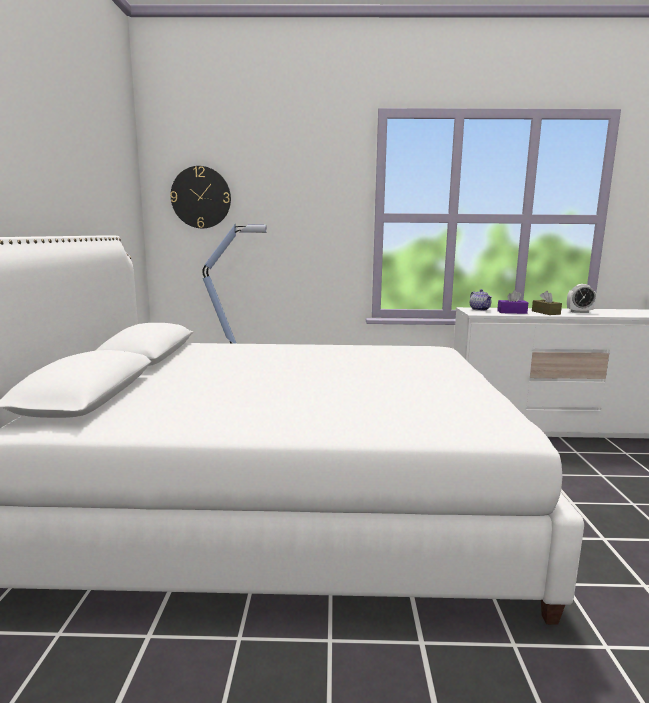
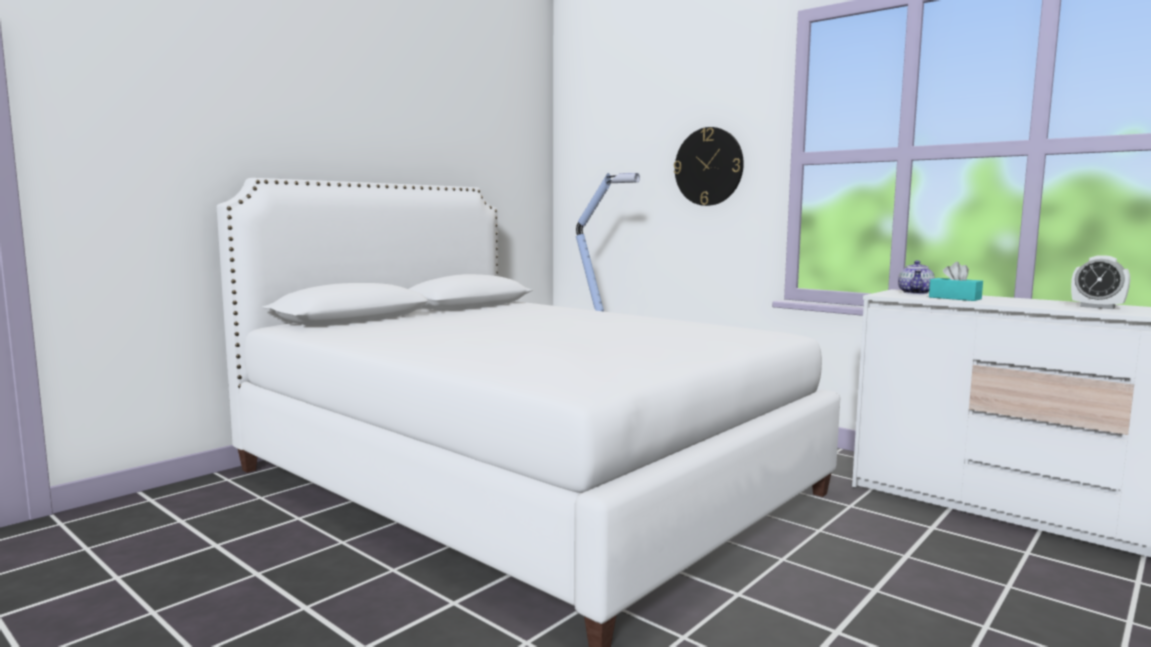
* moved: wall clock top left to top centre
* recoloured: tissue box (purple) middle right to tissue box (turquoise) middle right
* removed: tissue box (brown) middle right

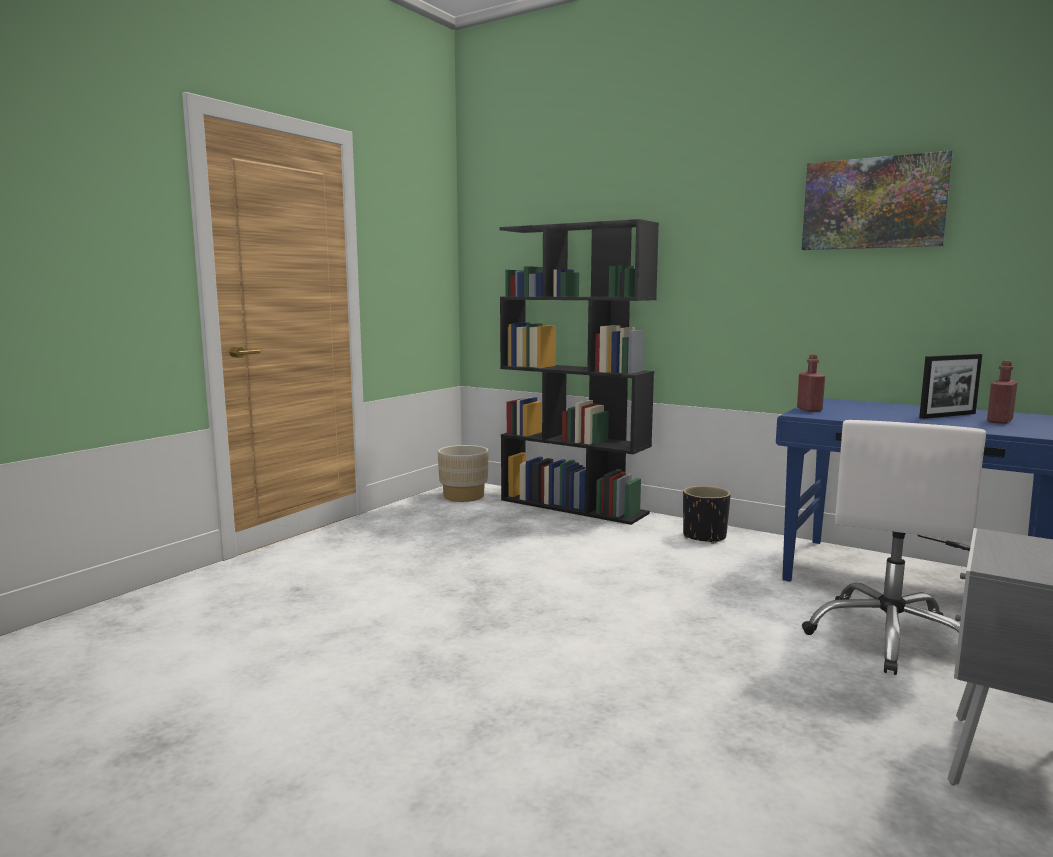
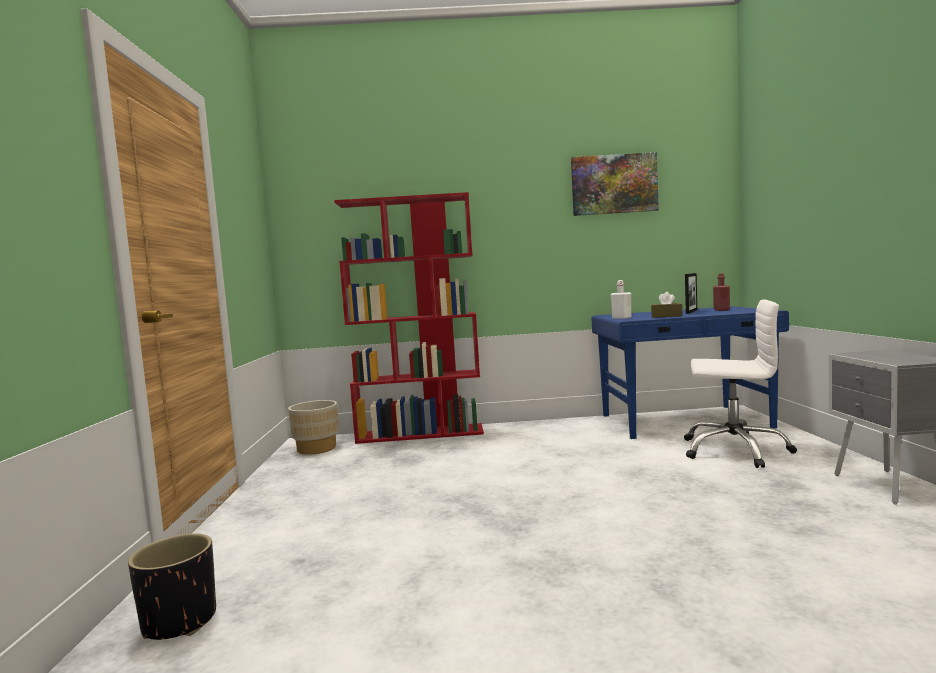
* recoloured: bookcase (black) centre to bookcase (red) centre
* recoloured: bottle (red) (1st from left) middle right to bottle (white) centre
* turned: office chair (white) middle right = middle right 60 degrees counterclockwise
* moved: planter (black) middle right to bottom left
* added: tissue box (brown) middle right

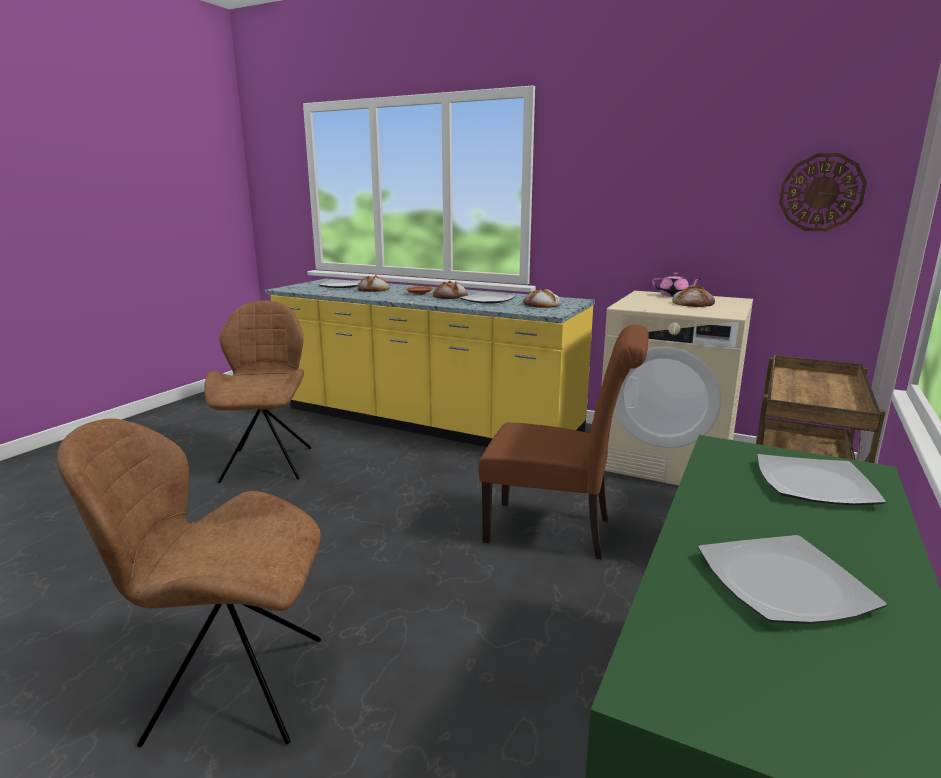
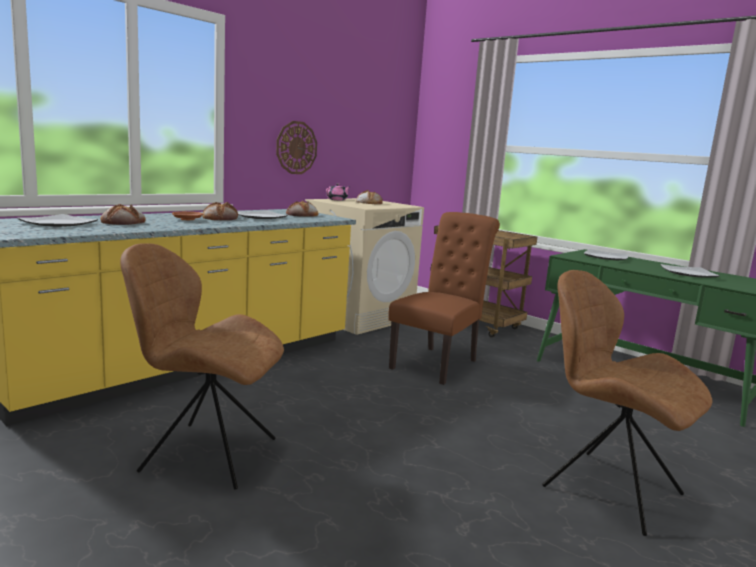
* moved: wall clock top right to top centre
* turned: chair (brown) (1st from left in the first image) bottom left = bottom right 120 degrees clockwise

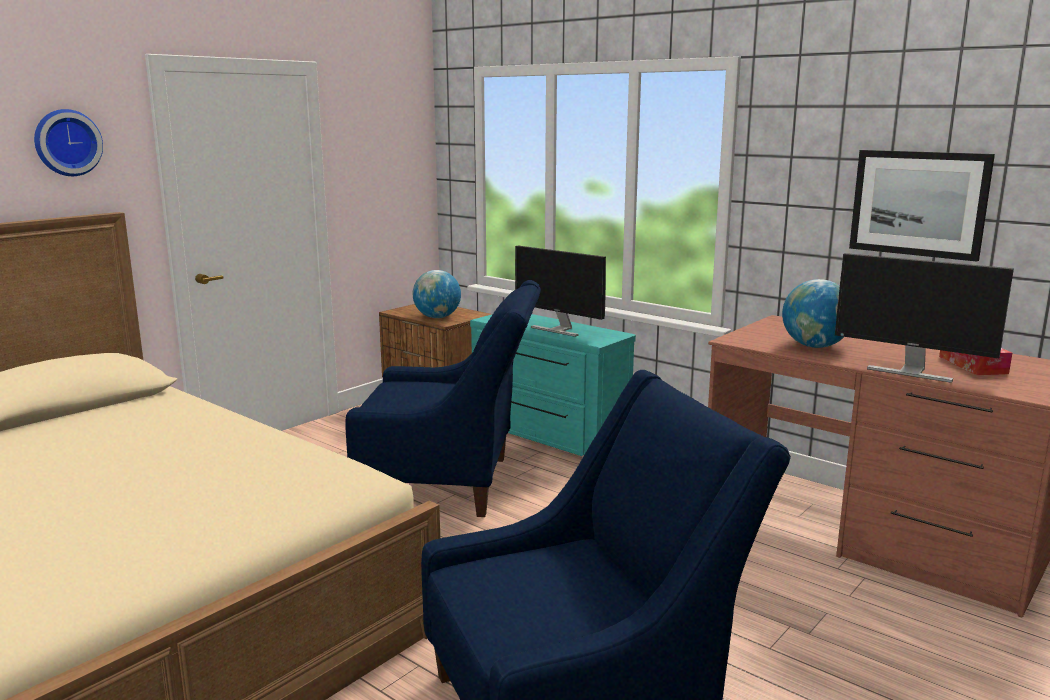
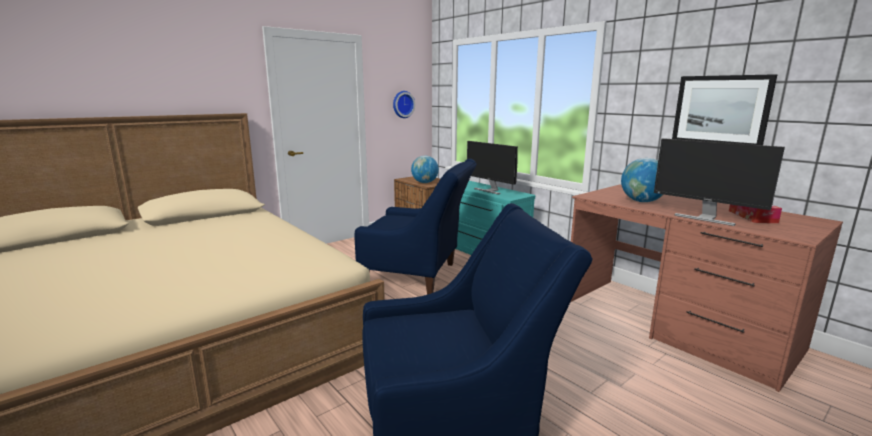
* moved: wall clock top left to top centre

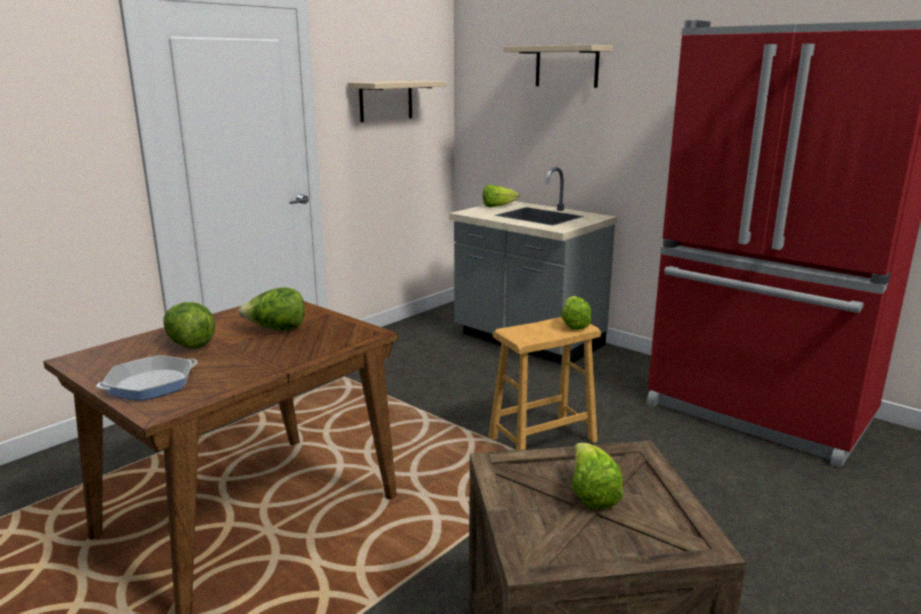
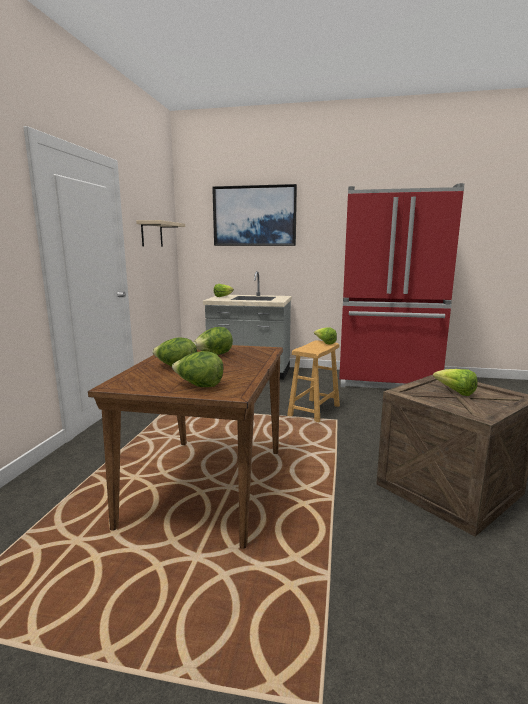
* replaced: shelf (beige) (2nd from left) top centre to picture top centre
* replaced: frying pan middle left to lettuce (2nd from left) centre

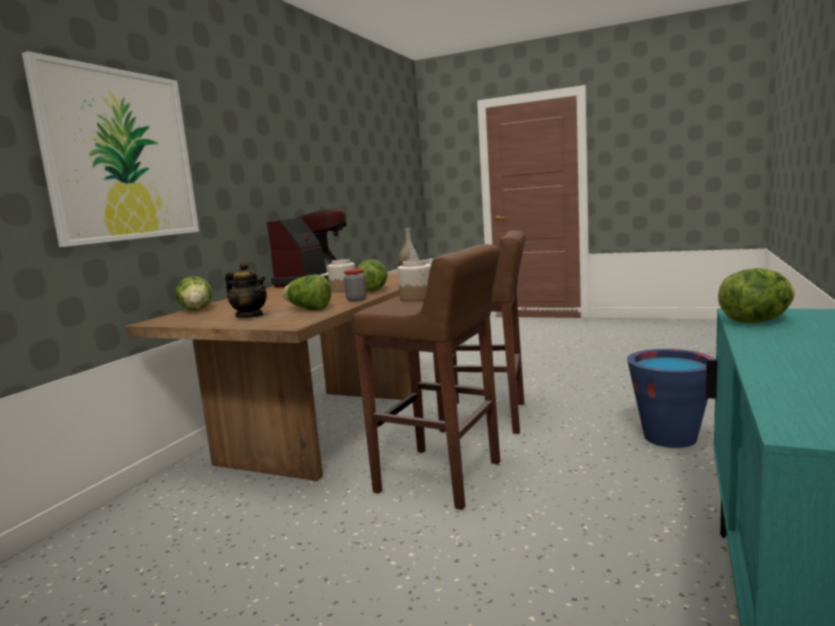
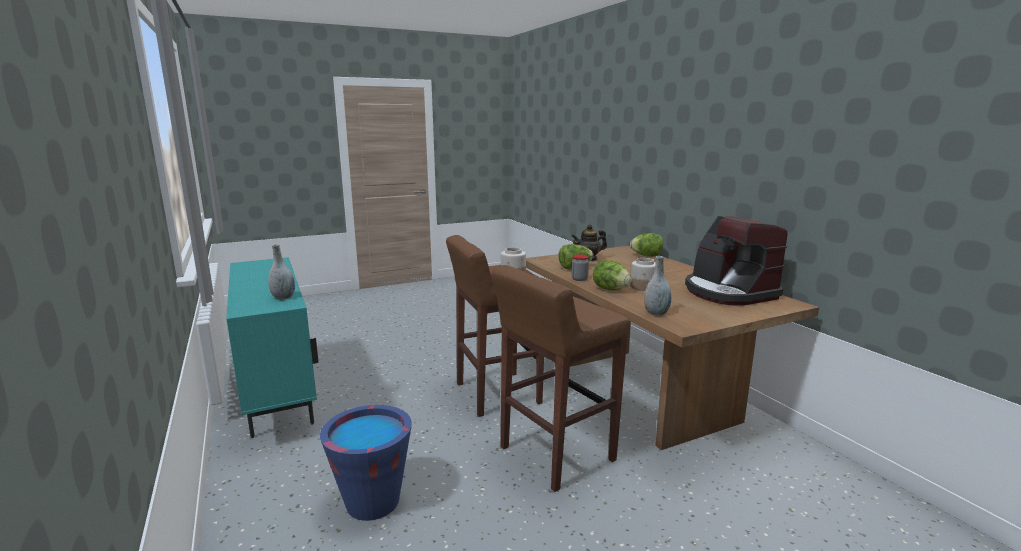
* removed: picture top left
* replaced: lettuce (4th from left) middle right to vase (grey) (1st from left) middle left

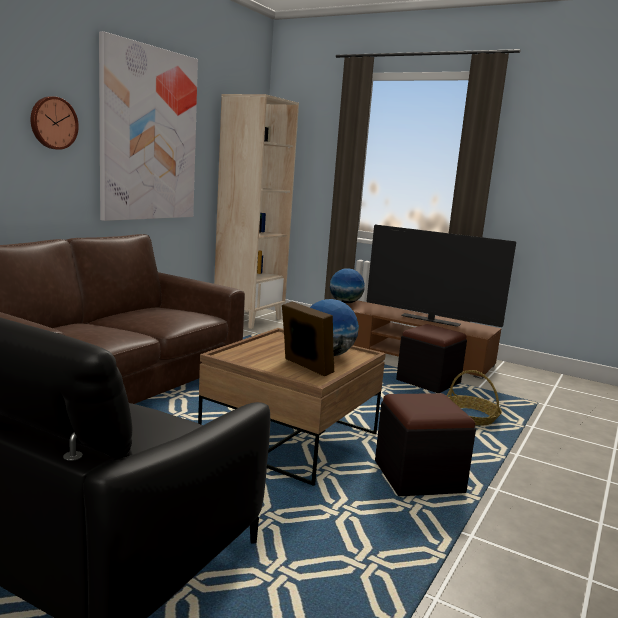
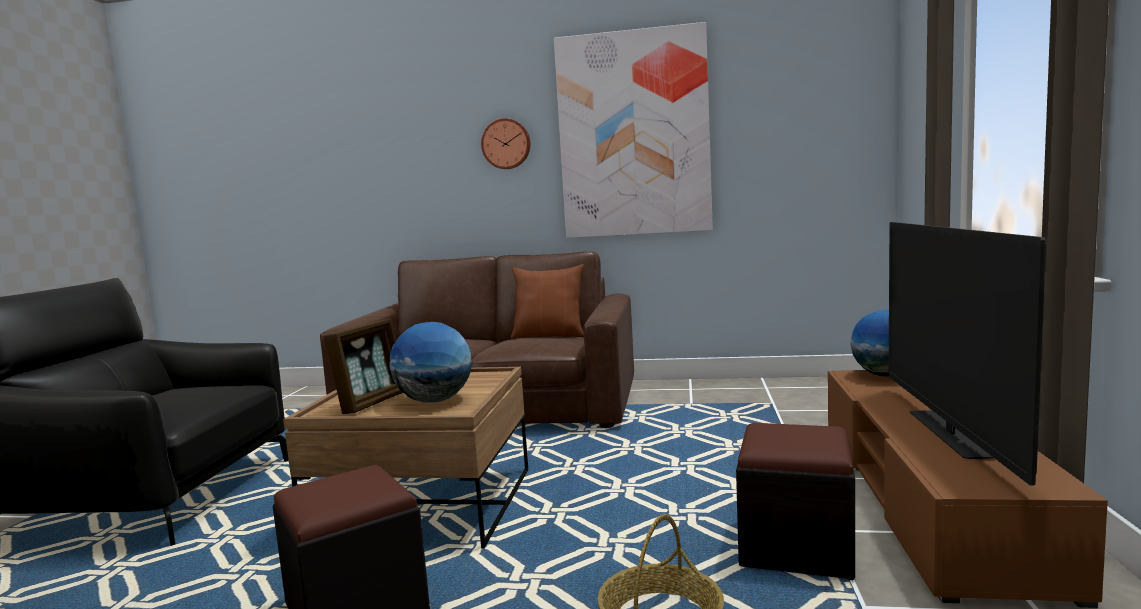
* removed: bookcase (beige) centre
* added: pillow (brown) centre

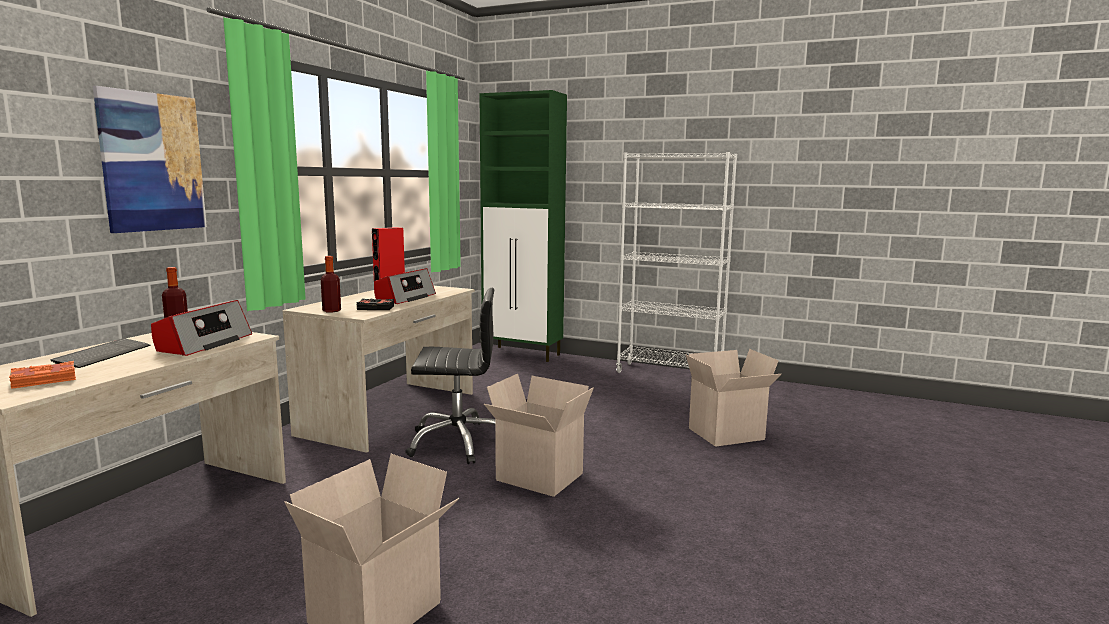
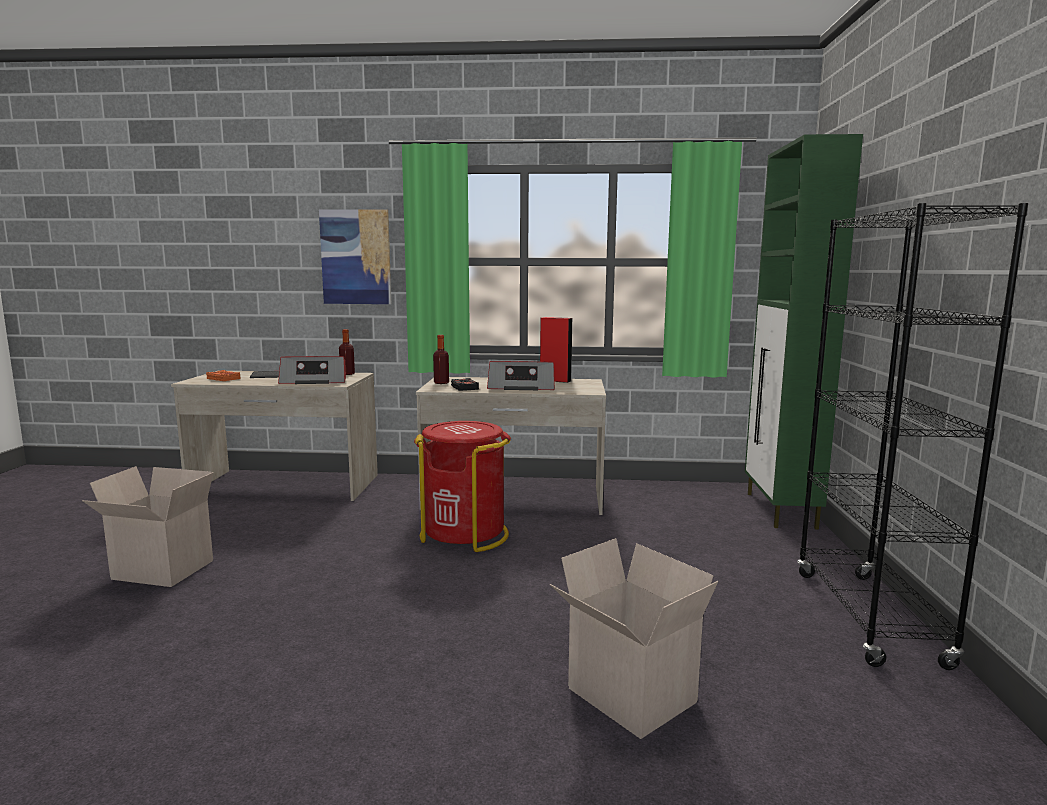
* recoloured: bookcase (white) centre to bookcase (black) middle right
* replaced: office chair (black) centre to trash can (red) centre
* removed: cardboard box (2nd from left) bottom centre

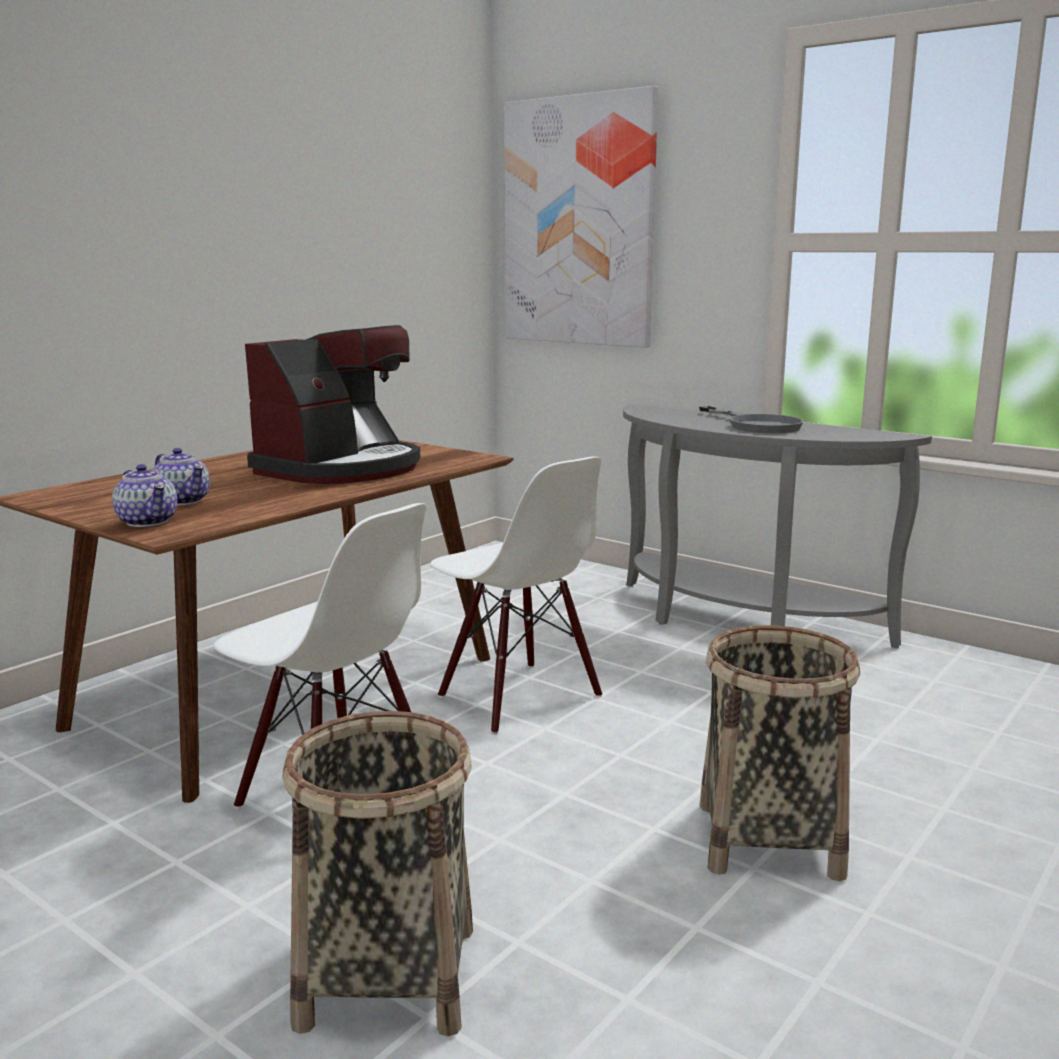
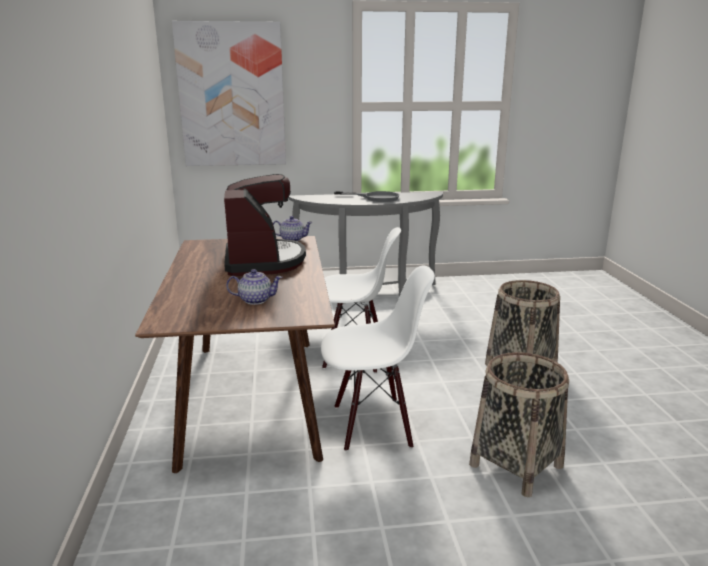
* moved: teapot (1st from left in the first image) middle left to teapot (2nd from left) centre

